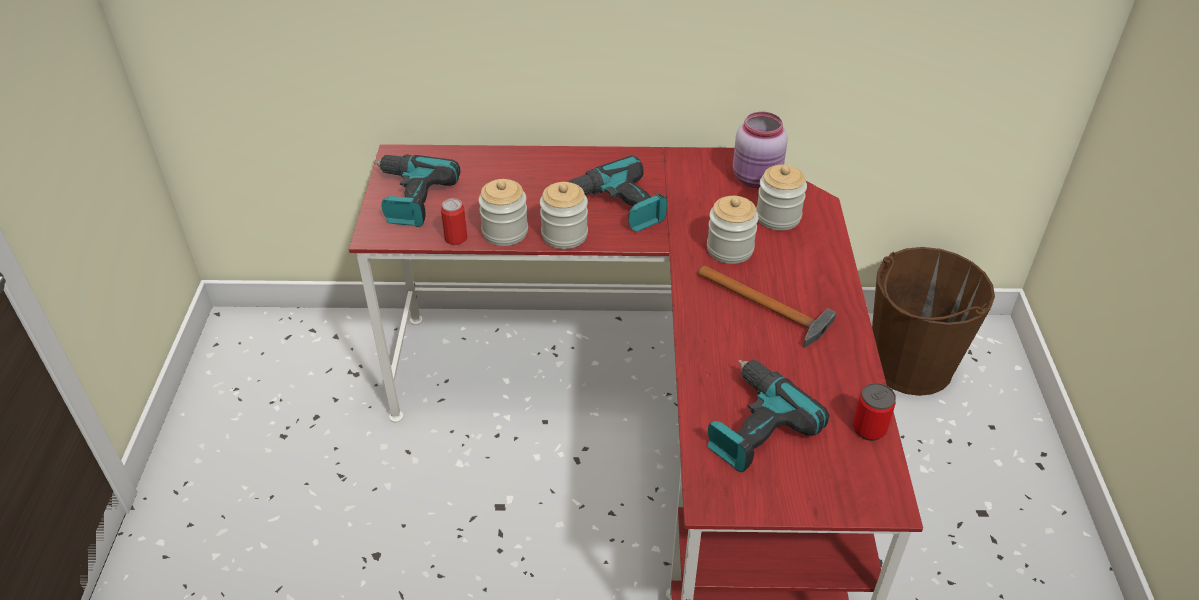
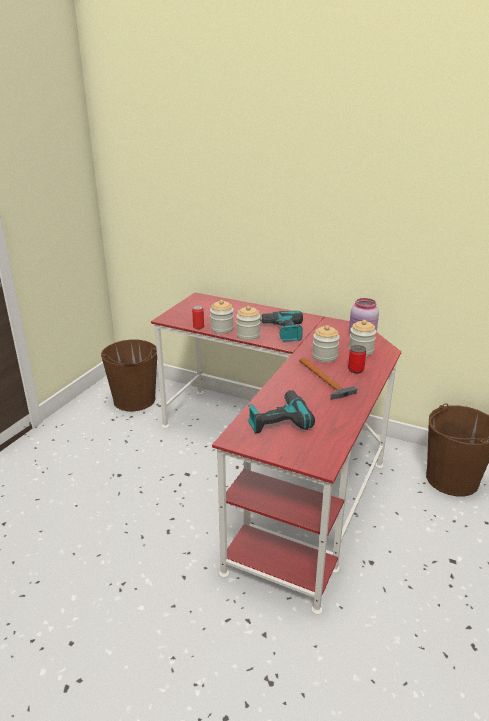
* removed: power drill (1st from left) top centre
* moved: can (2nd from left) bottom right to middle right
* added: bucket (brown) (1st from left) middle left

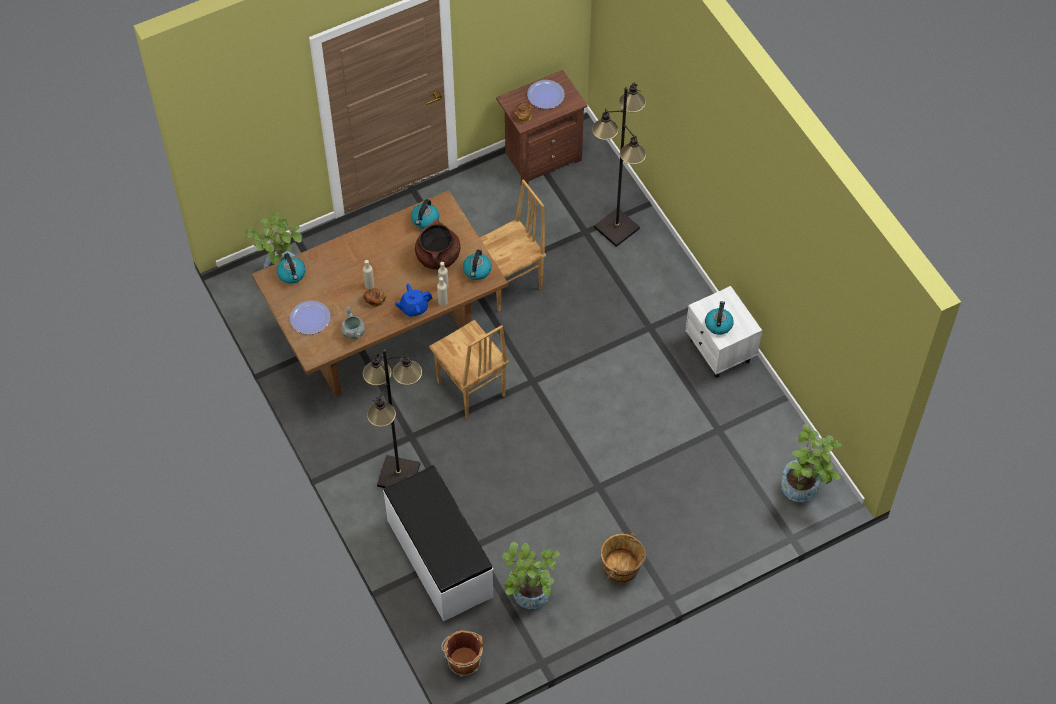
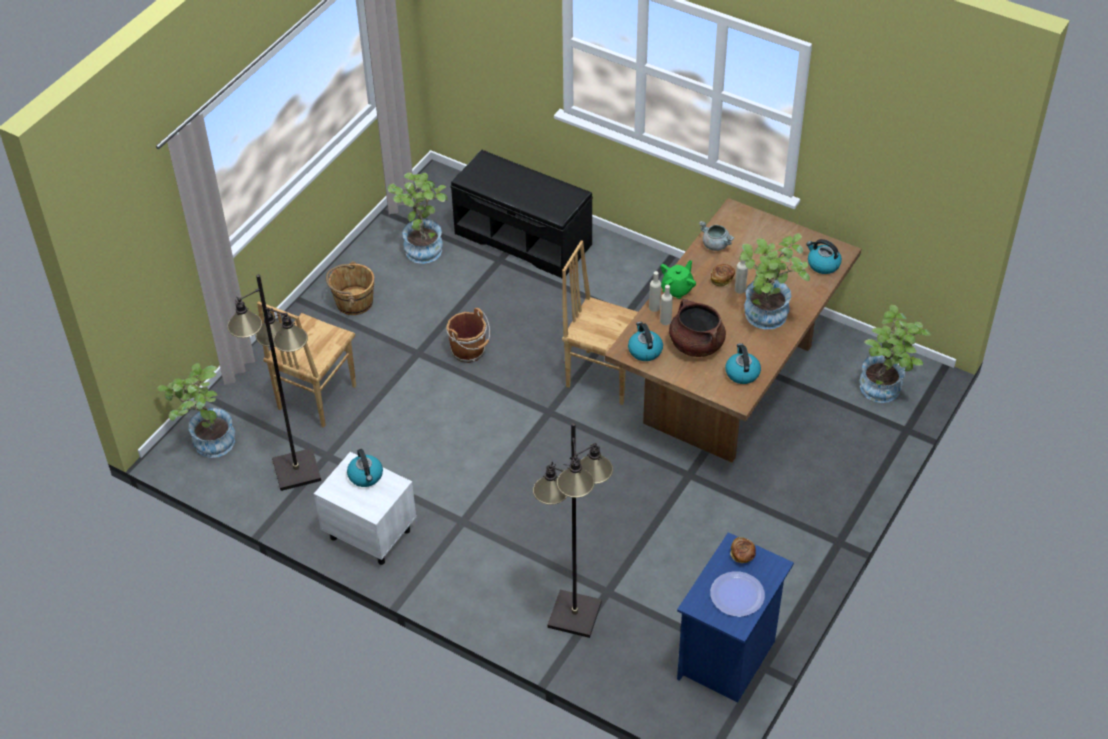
* recoloured: nightstand (brown) top centre to nightstand (blue) bottom centre
* moved: chair (brown) (2nd from left in the first image) centre to chair (brown) (1st from left) middle left
* recoloured: teapot (blue) centre to teapot (green) centre
* removed: plate (1st from left) middle left
* moved: floor lamp (black) (1st from left) centre to middle left
* recoloured: bench (white) bottom centre to bench (black) top centre
* moved: bucket (brown) (1st from left in the first image) bottom centre to bucket (brown) (2nd from left) centre
* added: potted plant (3rd from left) middle right

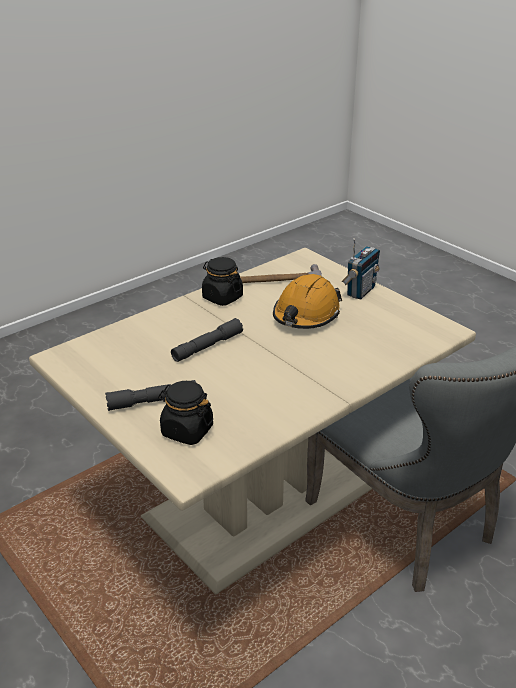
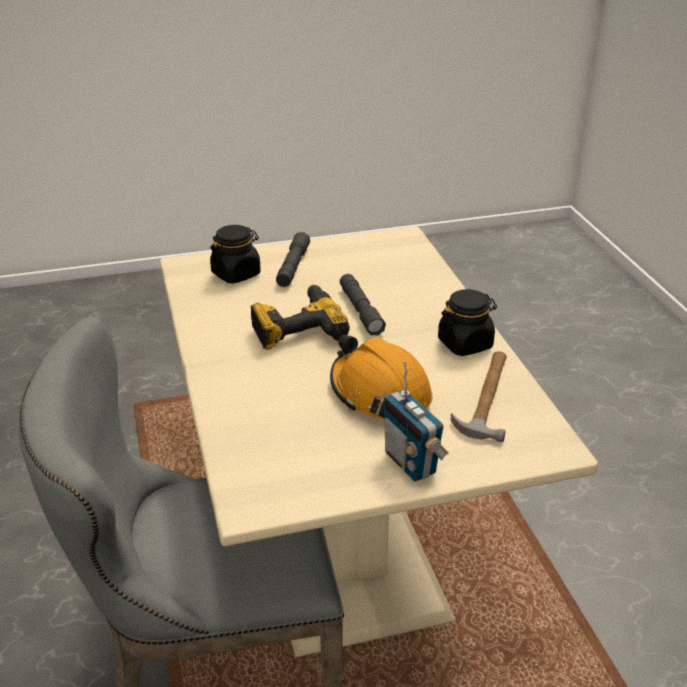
* added: power drill centre

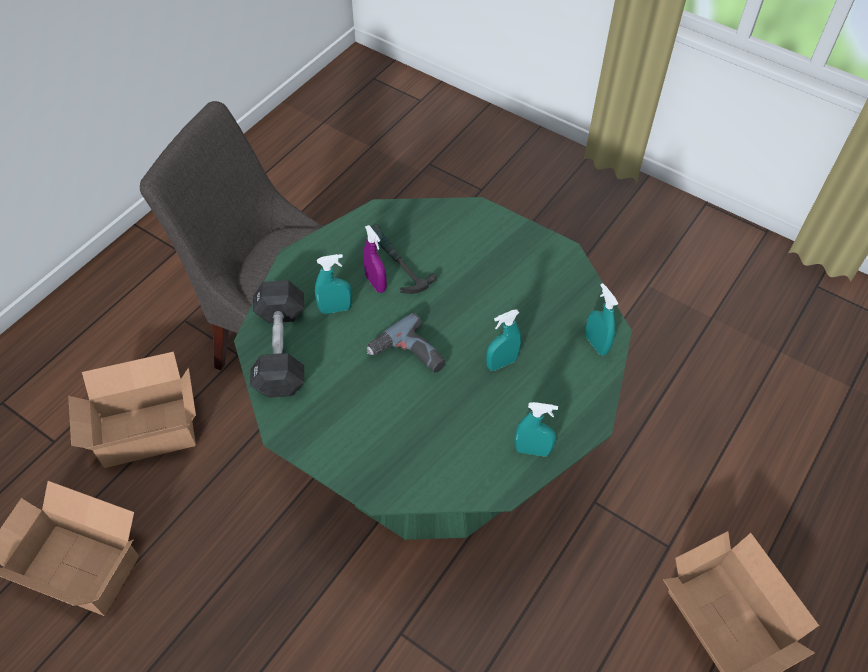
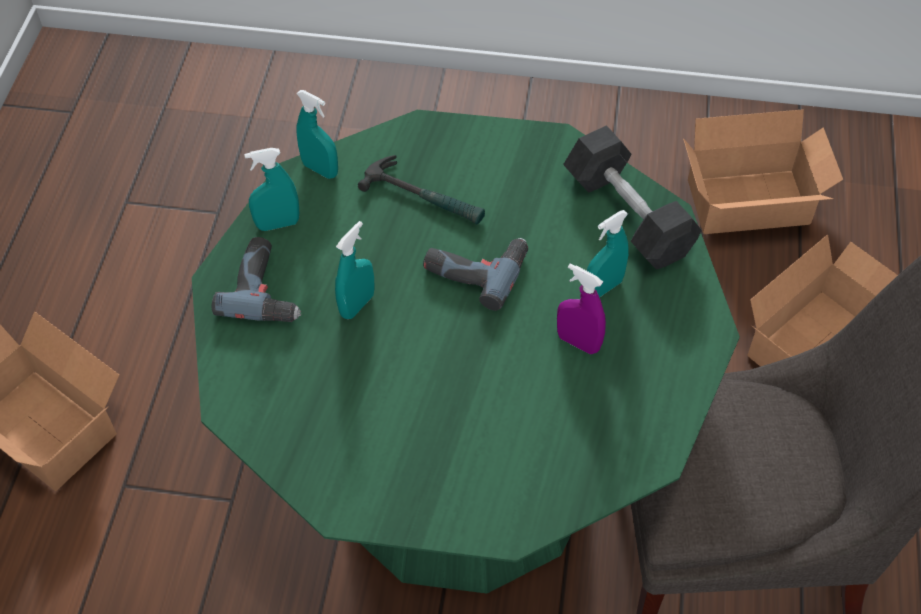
* moved: hammer centre to top centre
* moved: spray bottle (turquoise) (4th from left in the first image) middle right to spray bottle (turquoise) (2nd from left) top centre
* added: power drill (1st from left) middle left

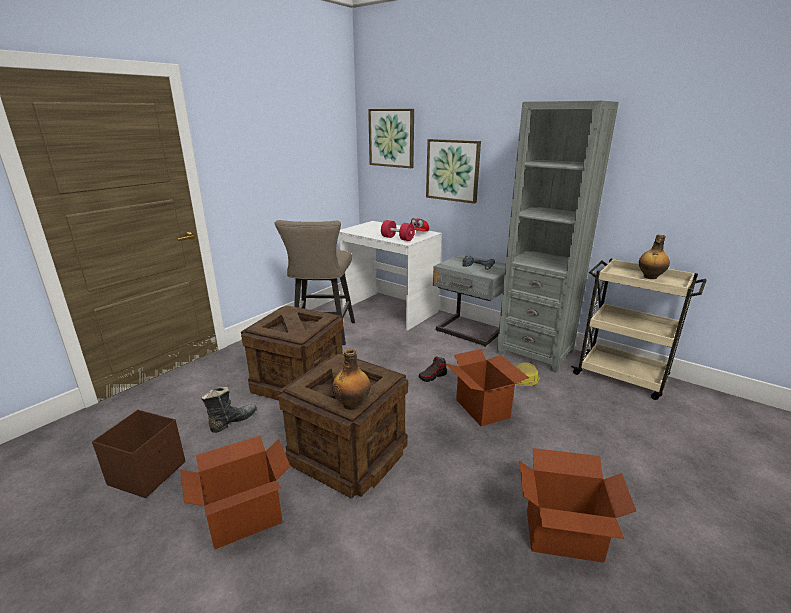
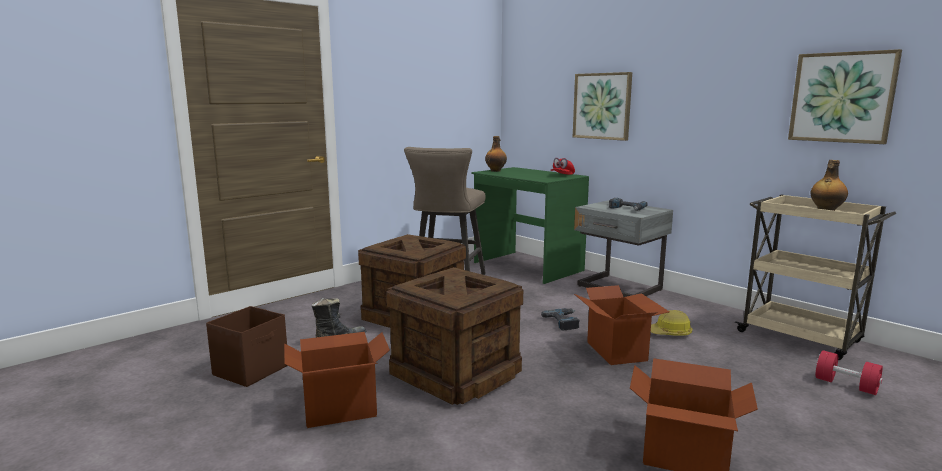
* removed: bookcase (grey) middle right
* moved: picture (1st from left in the first image) top centre to picture (2nd from left) top right
* moved: dumbbell (red) centre to bottom right
* recoloured: desk (white) centre to desk (green) centre
* moved: bottle (1st from left) centre to top centre
* replaced: shoe centre to power drill (1st from left) bottom centre

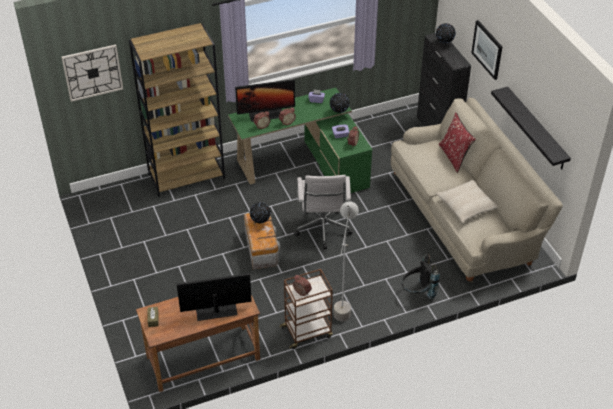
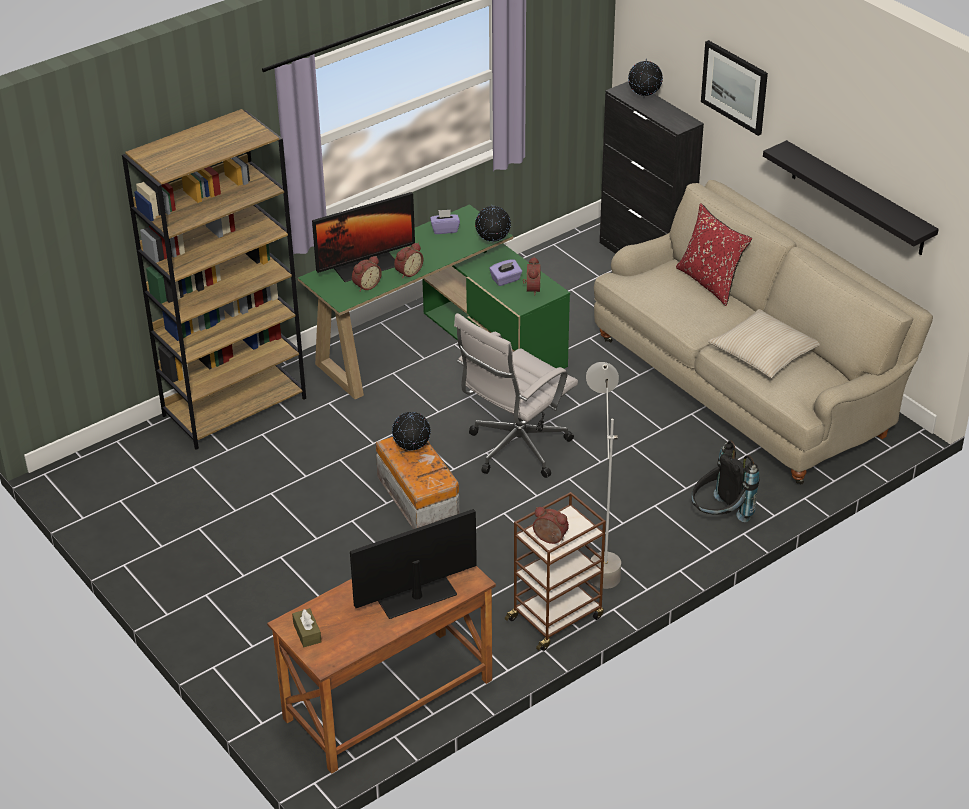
* removed: wall clock top left
* turned: office chair (white) centre = centre 60 degrees clockwise

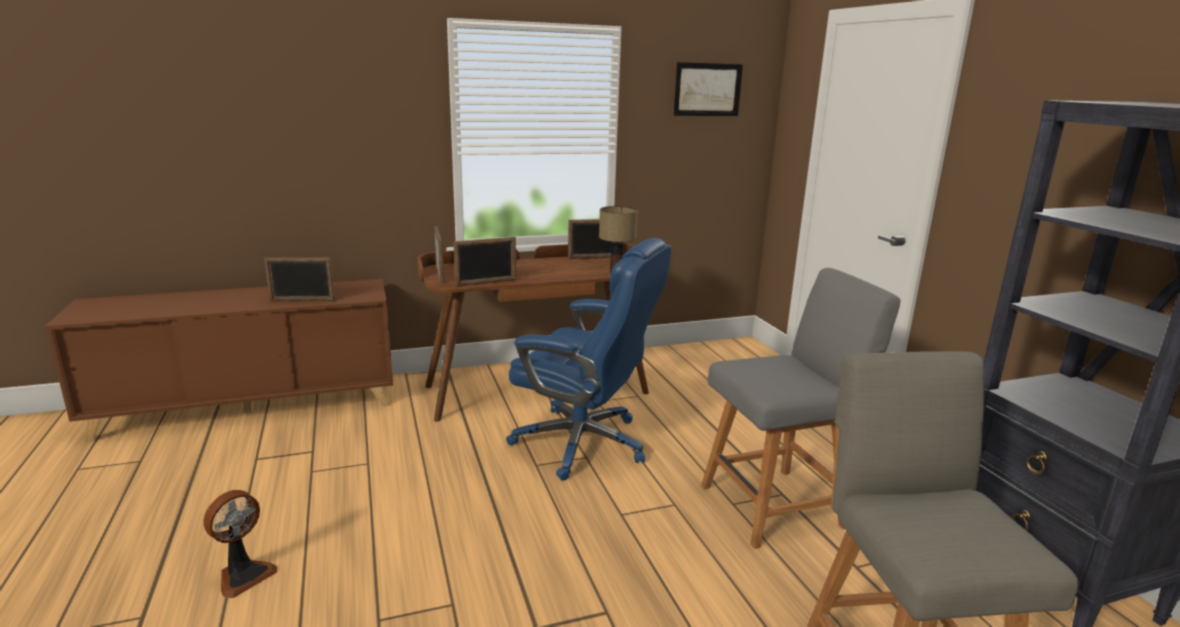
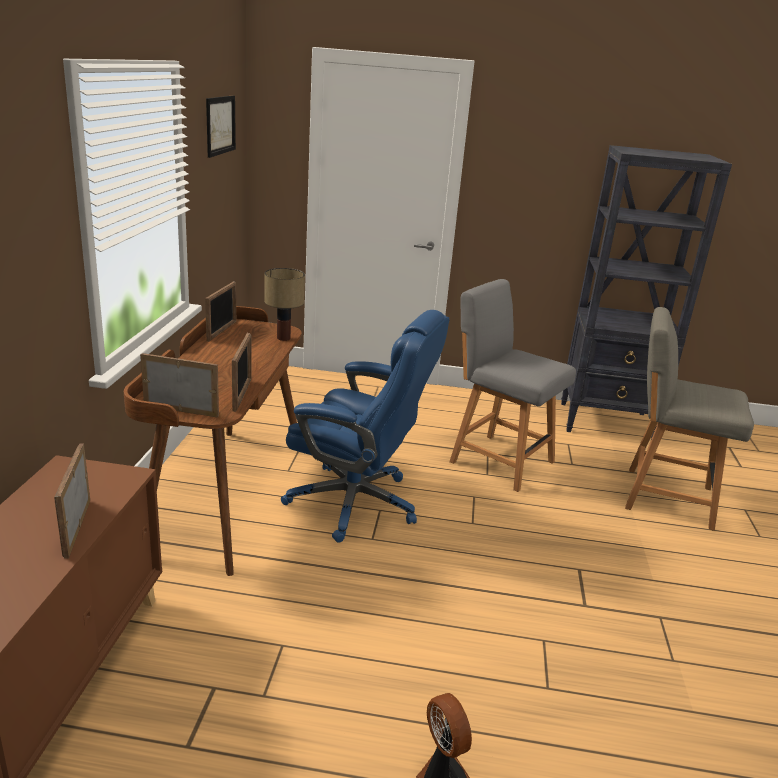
* turned: office chair (blue) centre = centre 60 degrees clockwise
* turned: picture frame (1st from left) middle left = middle left 150 degrees clockwise
* turned: chair (grey) (1st from left) middle right = centre 60 degrees counterclockwise

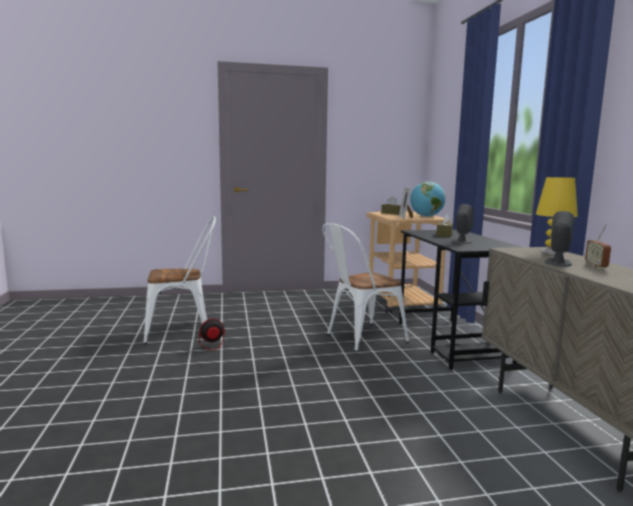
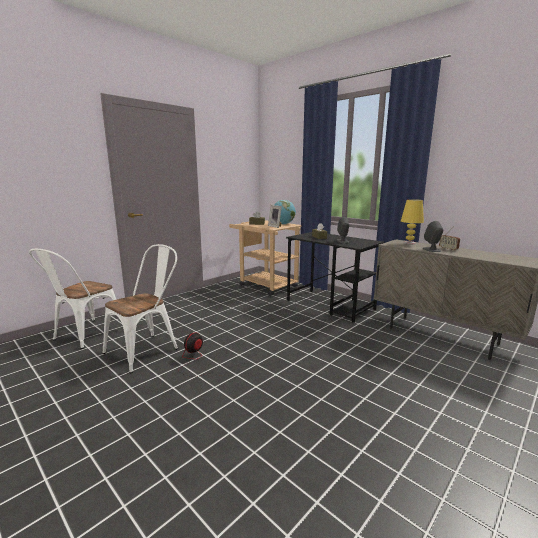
* moved: chair (white) (2nd from left in the first image) centre to chair (white) (1st from left) middle left

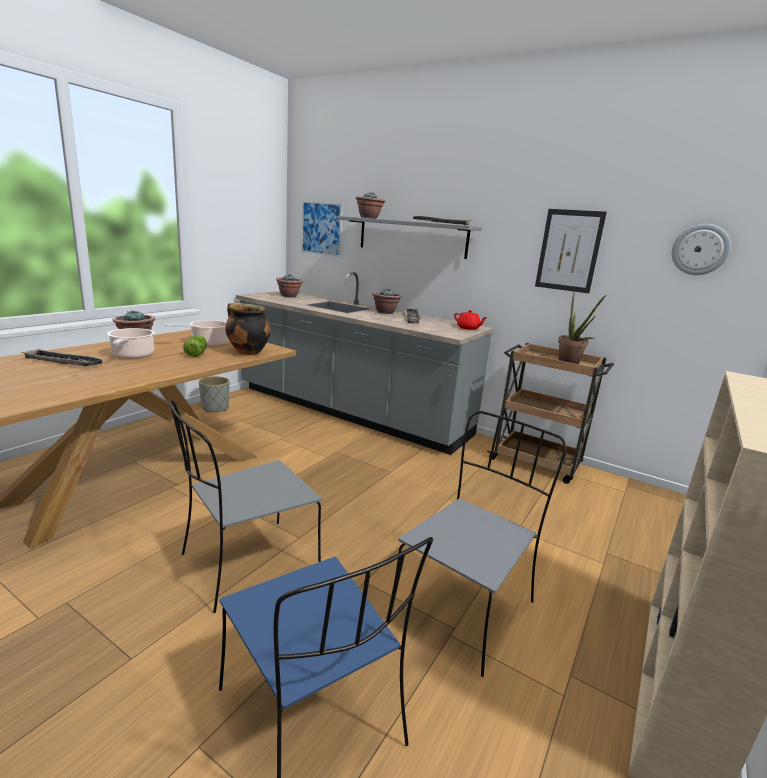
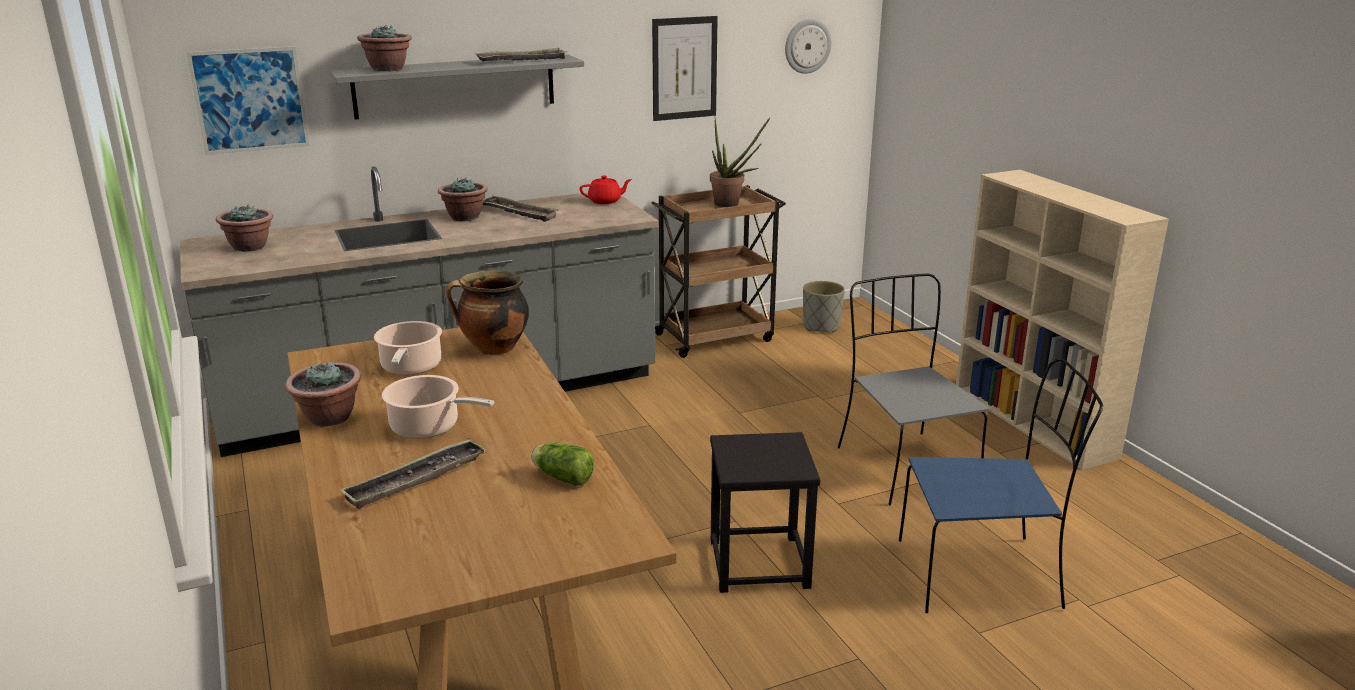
* moved: lettuce middle left to bottom centre
* moved: planter (grey) middle left to centre
* replaced: chair (grey) (1st from left) middle left to stool (black) bottom centre

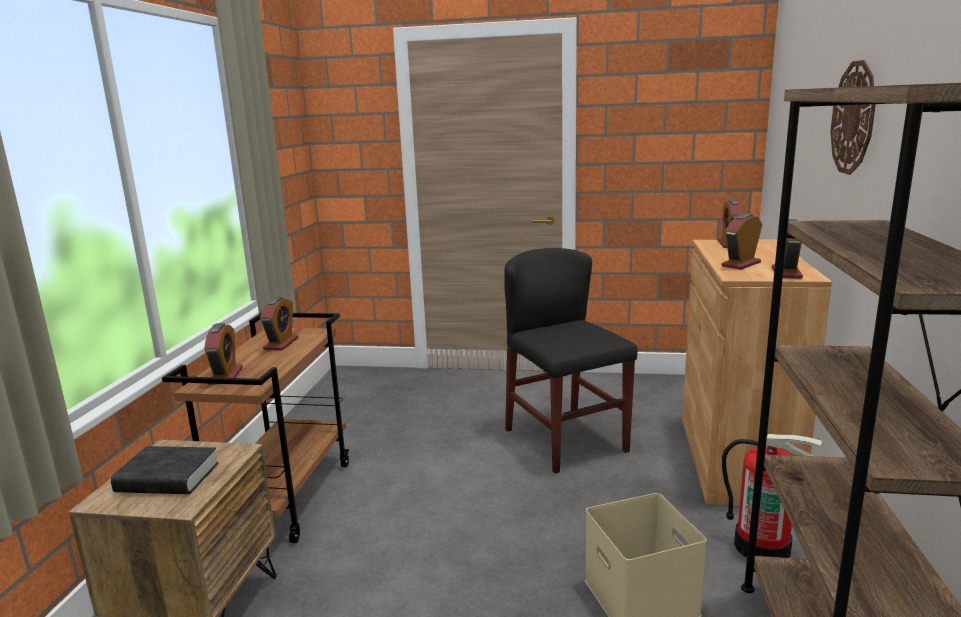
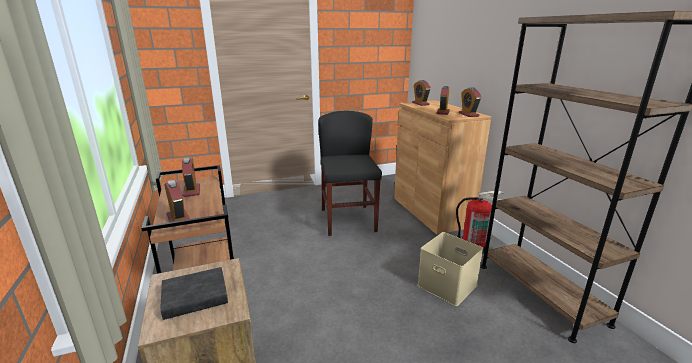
* removed: wall clock top right
* turned: chair (black) centre = centre 45 degrees clockwise

